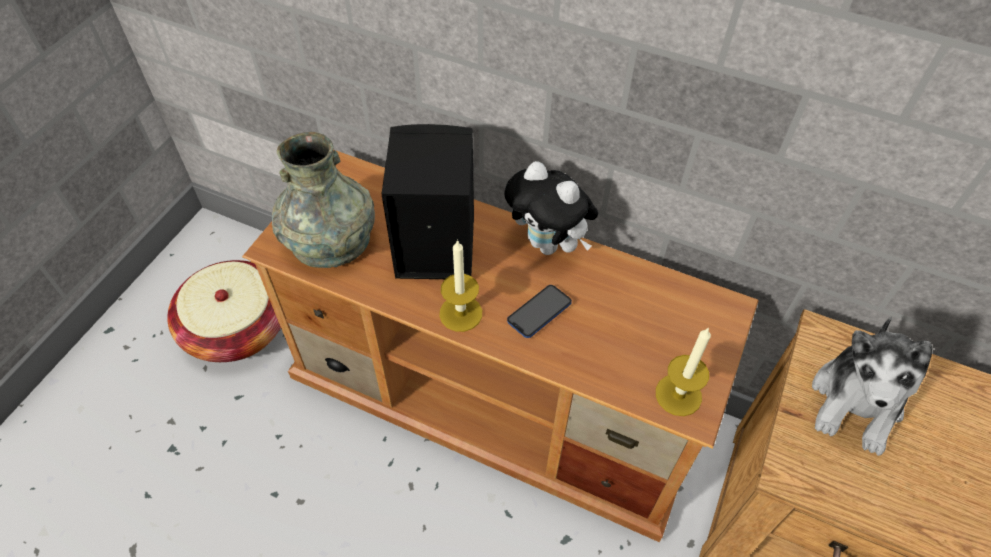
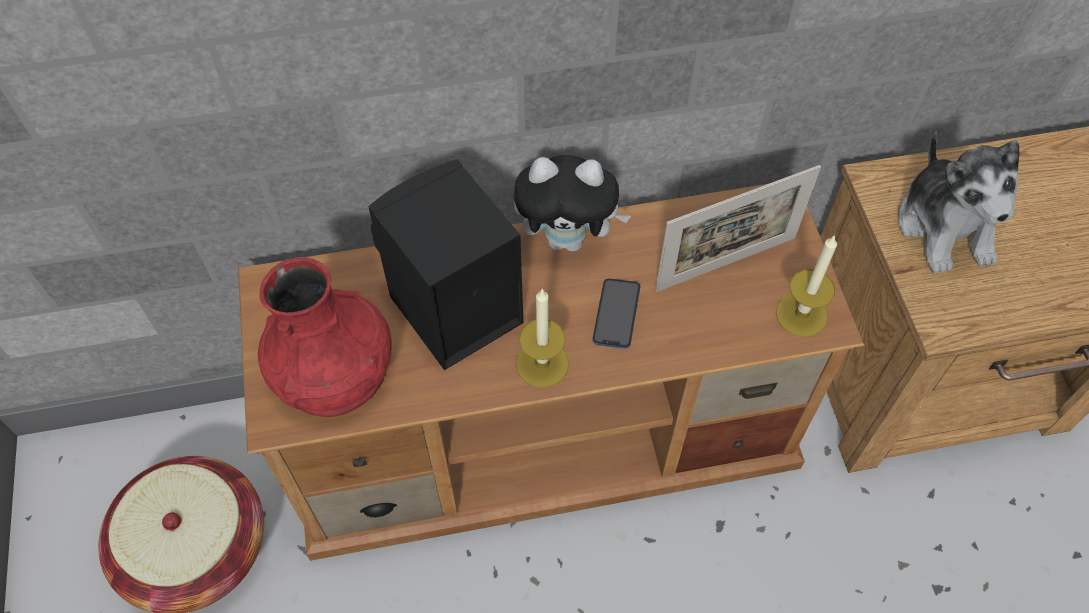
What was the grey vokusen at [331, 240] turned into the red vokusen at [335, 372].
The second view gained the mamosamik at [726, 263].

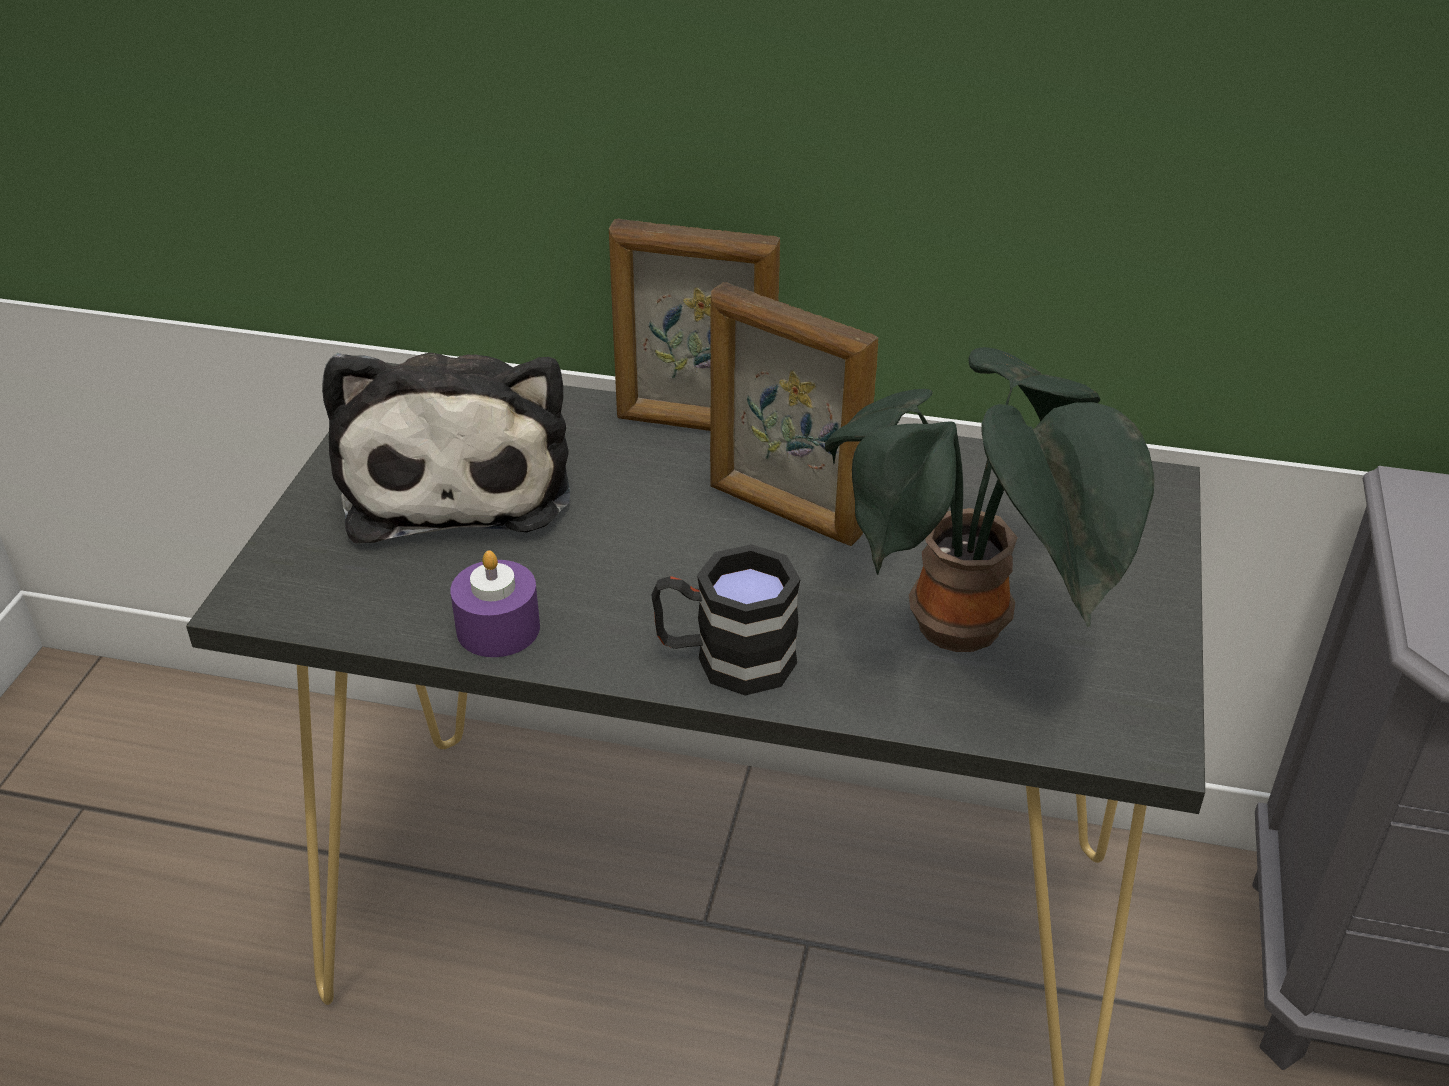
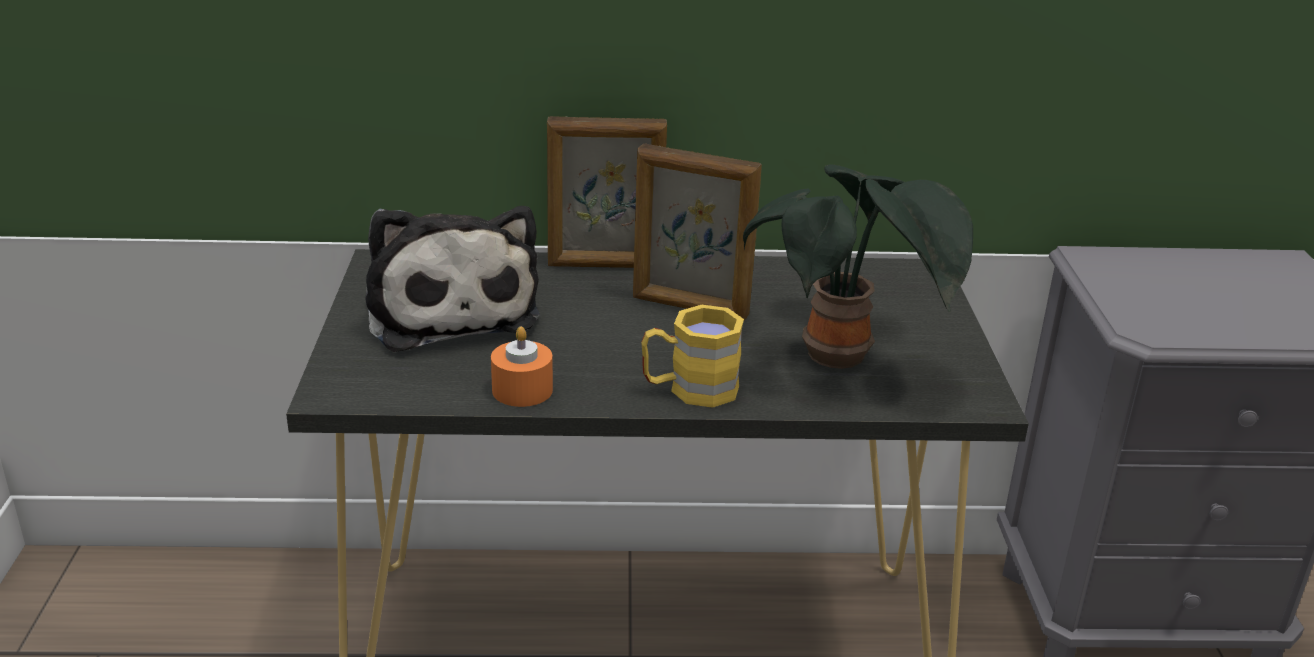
What was the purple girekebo at [498, 628] turned into the orange girekebo at [522, 390].
What was the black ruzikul at [725, 659] turned into the yellow ruzikul at [689, 389].

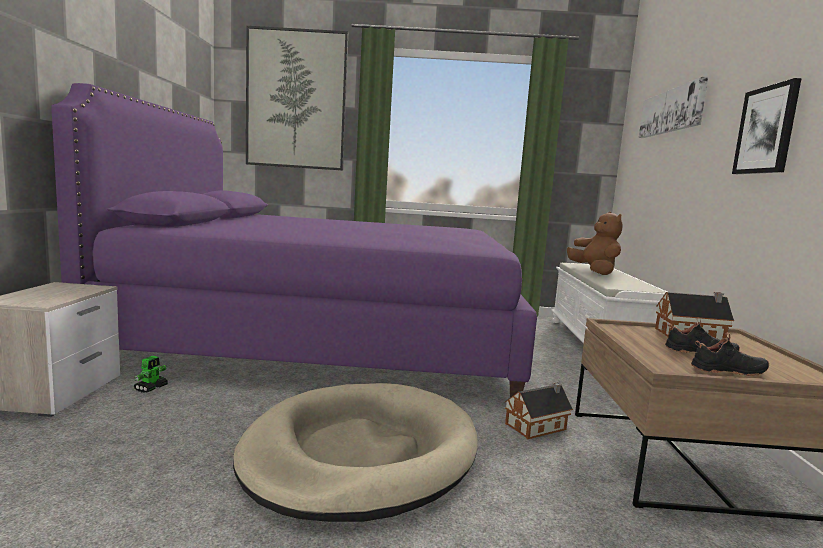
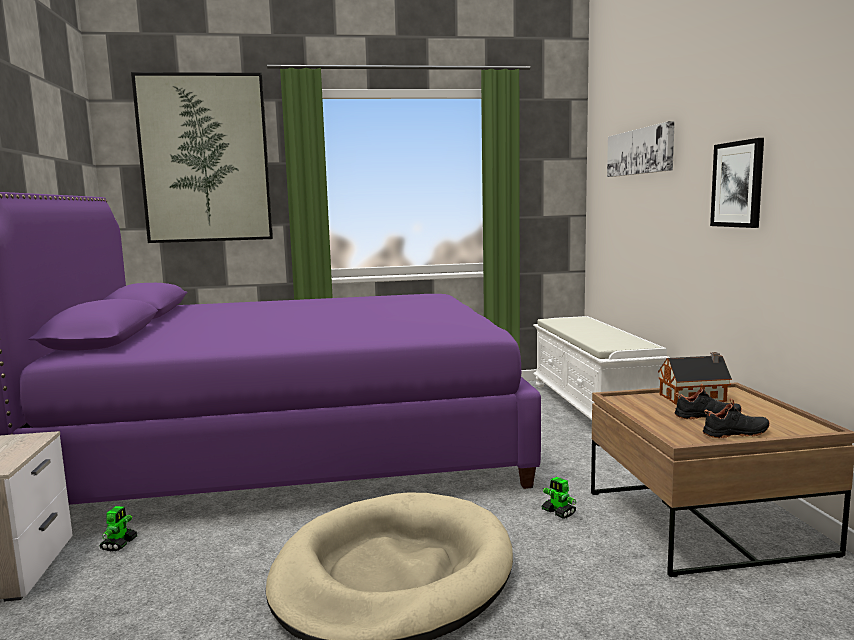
Where the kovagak stood at [538, 426], the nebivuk came to stand at [559, 512].
The second view lost the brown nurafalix at [594, 272].

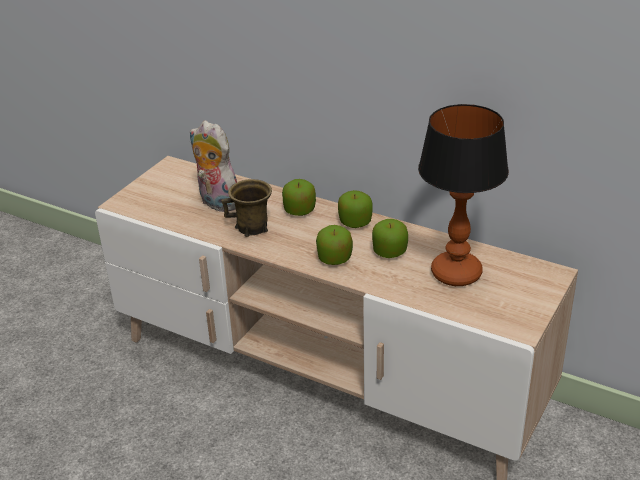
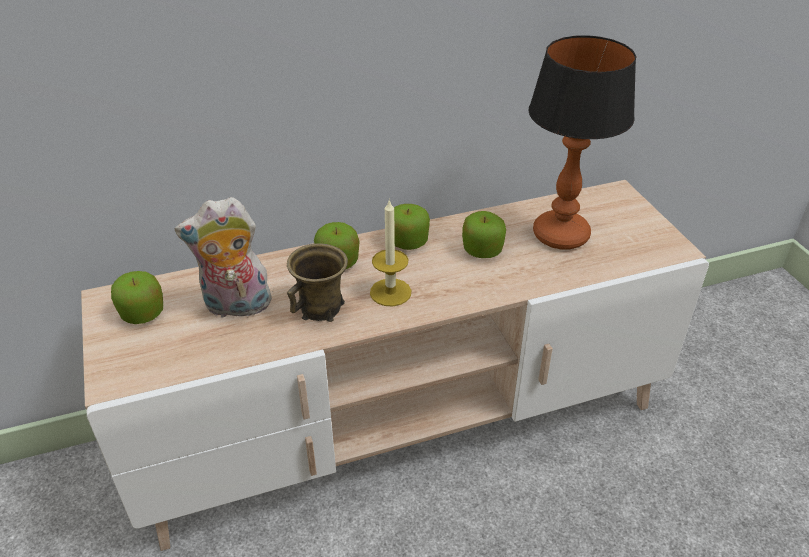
The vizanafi ended up elsewhere, having gone from [334, 258] to [142, 313].
The second view gained the girekebo at [390, 292].

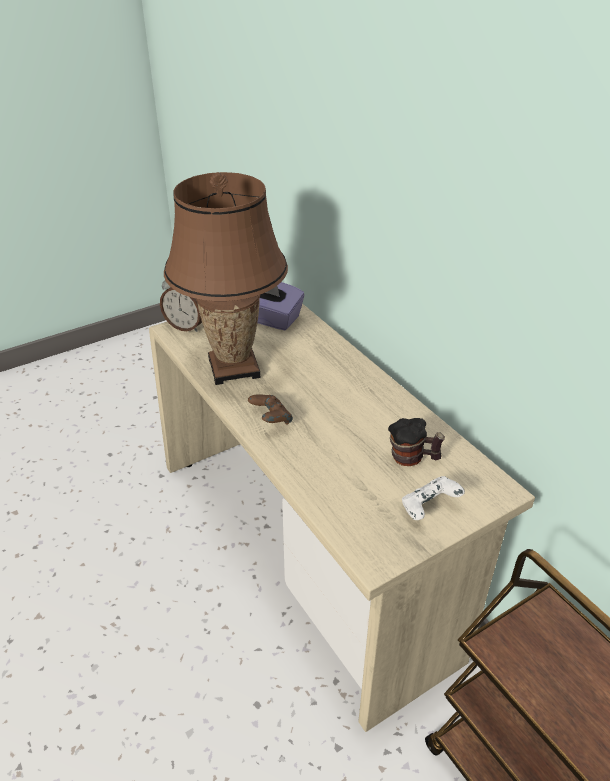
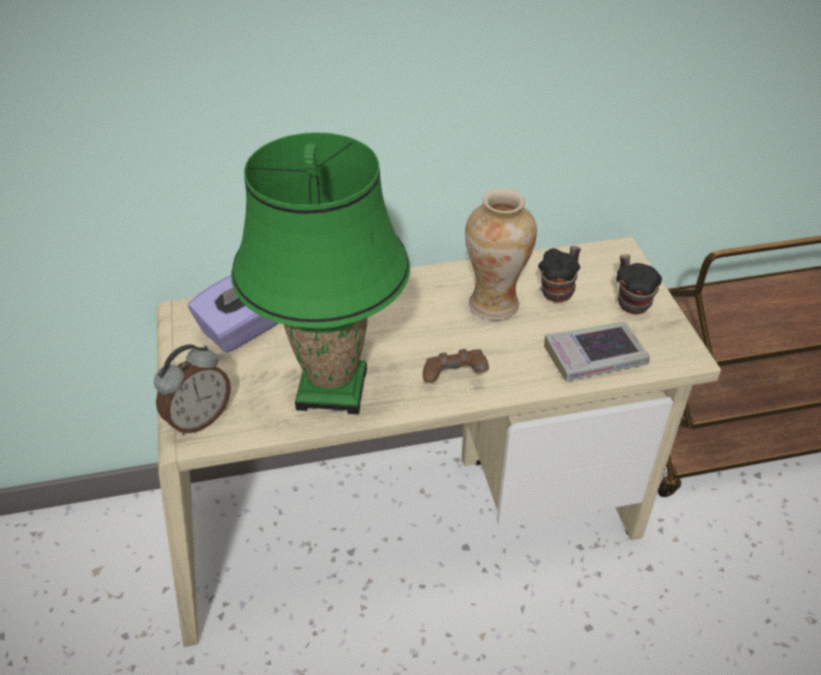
What was the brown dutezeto at [233, 368] turned into the green dutezeto at [332, 389].
Where the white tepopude stood at [429, 508], the ruzikul came to stand at [630, 301].
The second view gained the vokusen at [494, 304].
The second view gained the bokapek at [594, 357].

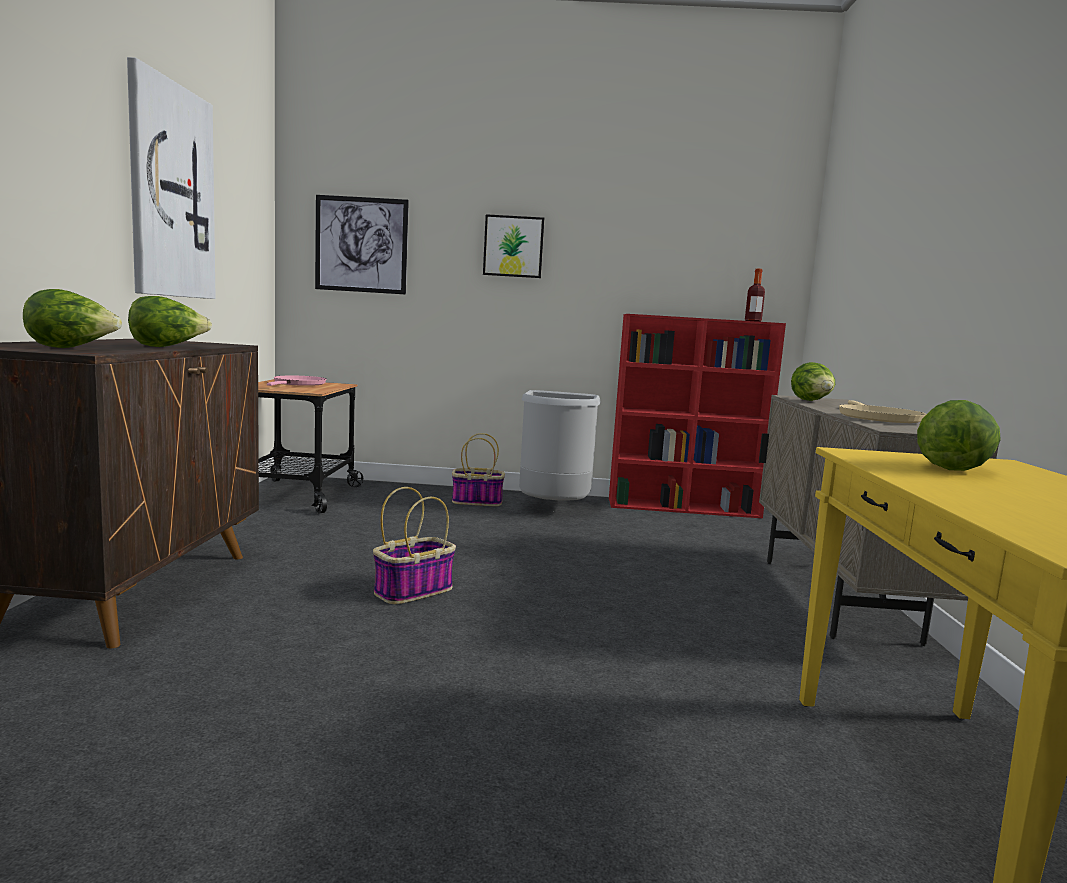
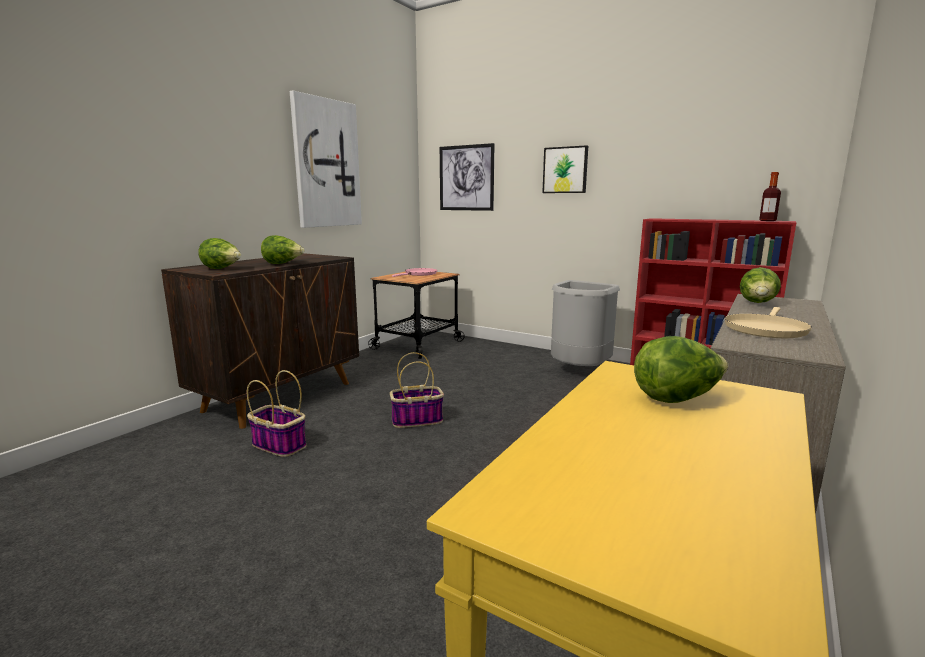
The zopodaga ended up elsewhere, having gone from [476, 502] to [278, 445].

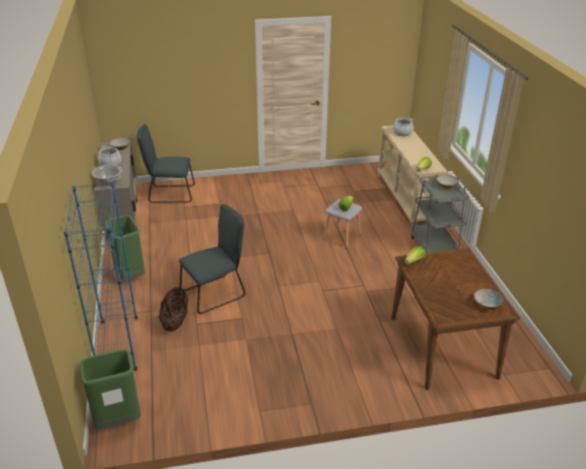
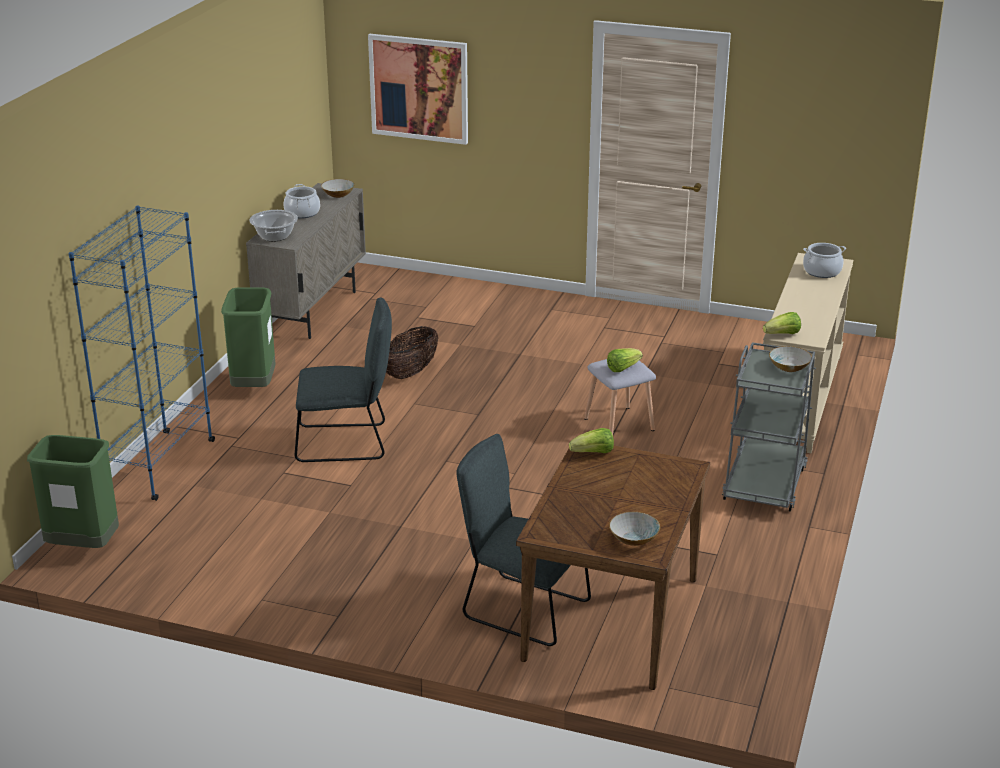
The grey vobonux ended up elsewhere, having gone from [169, 194] to [520, 608].
The zopodaga ended up elsewhere, having gone from [175, 321] to [411, 372].
The second view gained the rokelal at [419, 88].

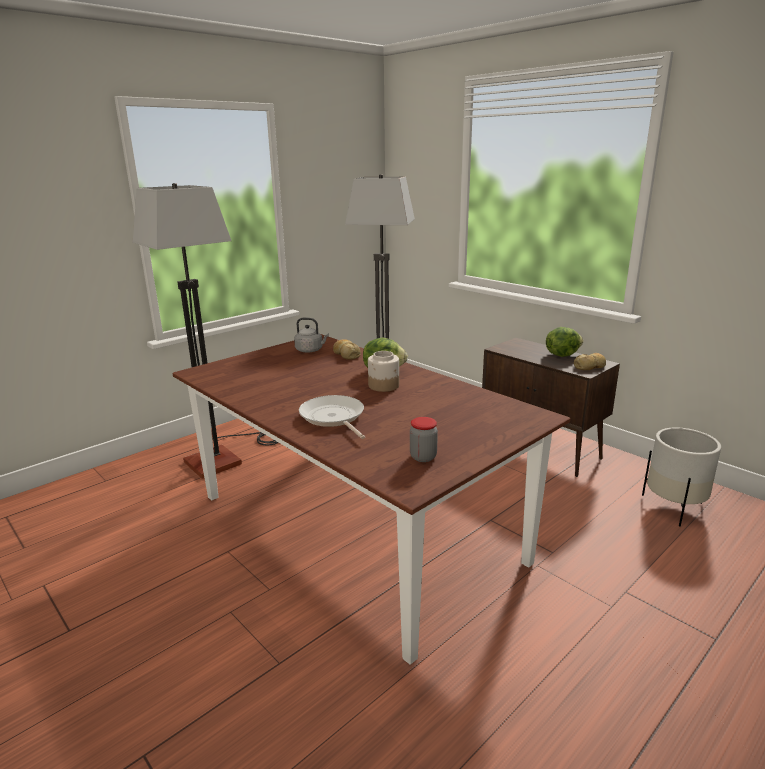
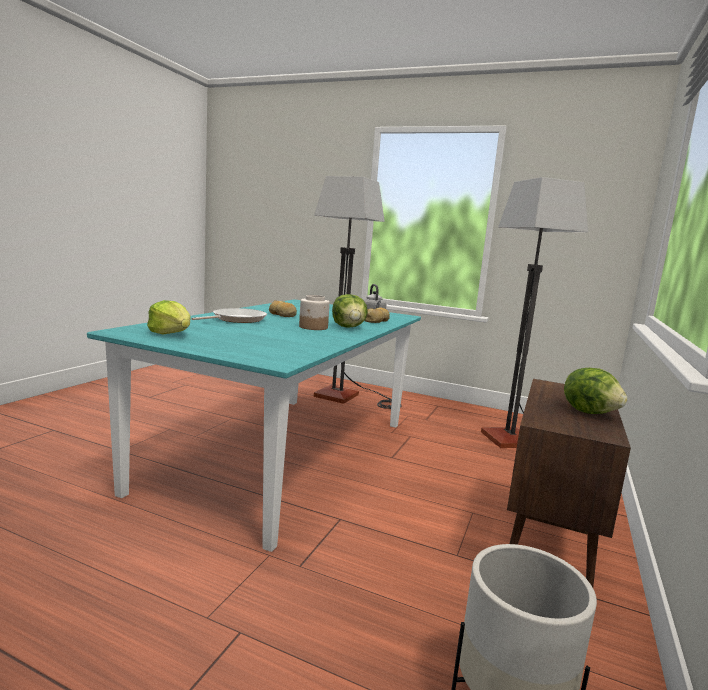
What was the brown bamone at [357, 527] turned into the turquoise bamone at [285, 454].
Where the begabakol stood at [423, 457], the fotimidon came to stand at [171, 333].
The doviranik ended up elsewhere, having gone from [590, 366] to [282, 314].

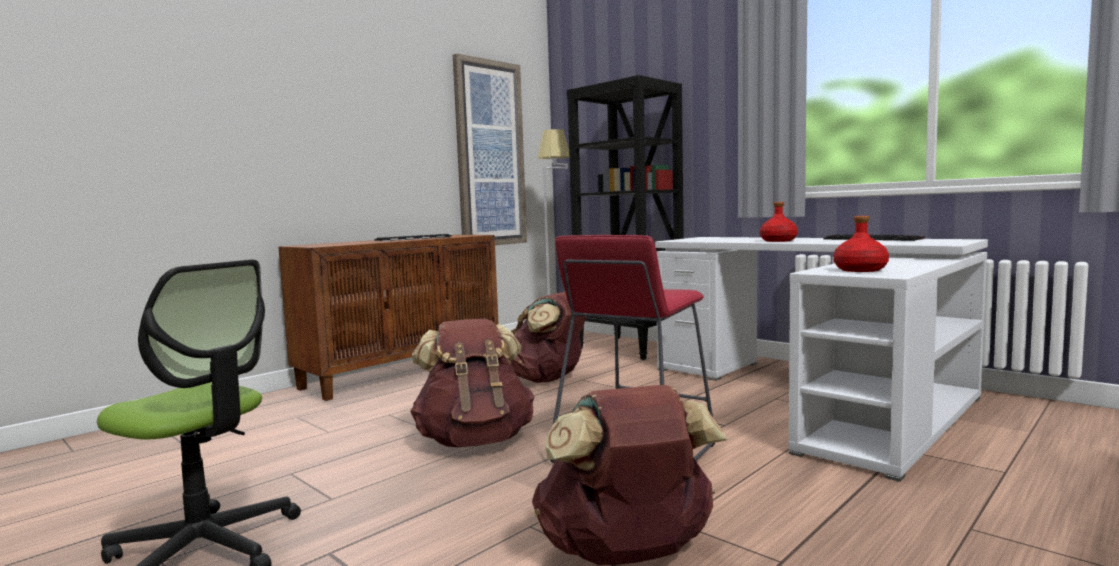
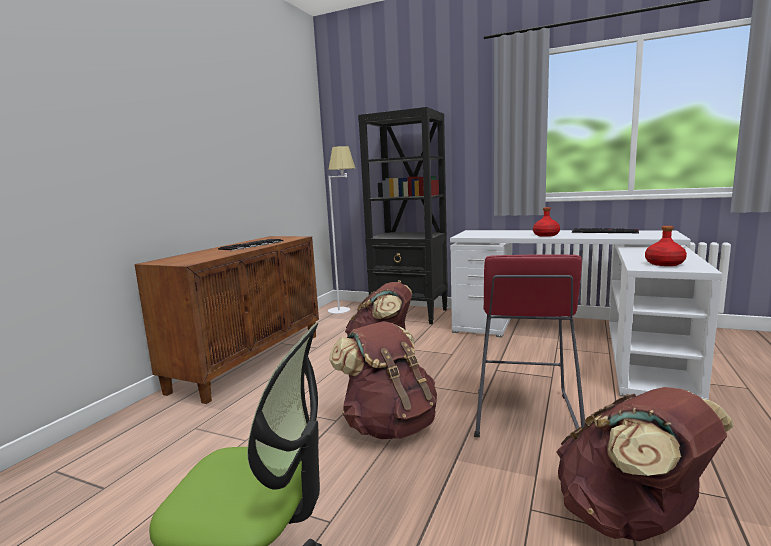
The second view lost the rokelal at [489, 154].

